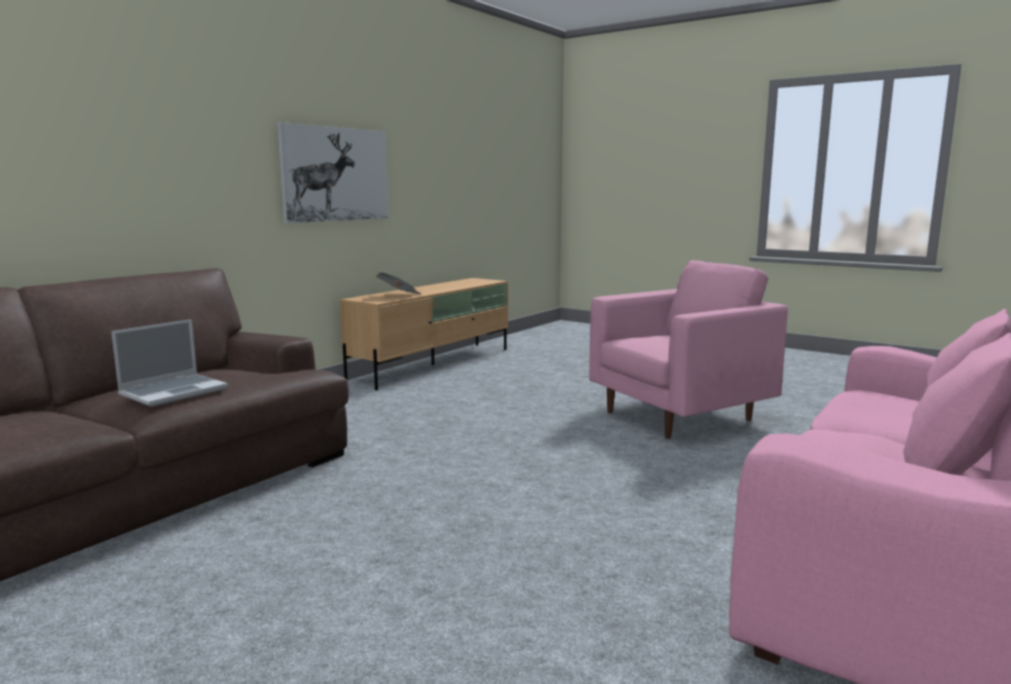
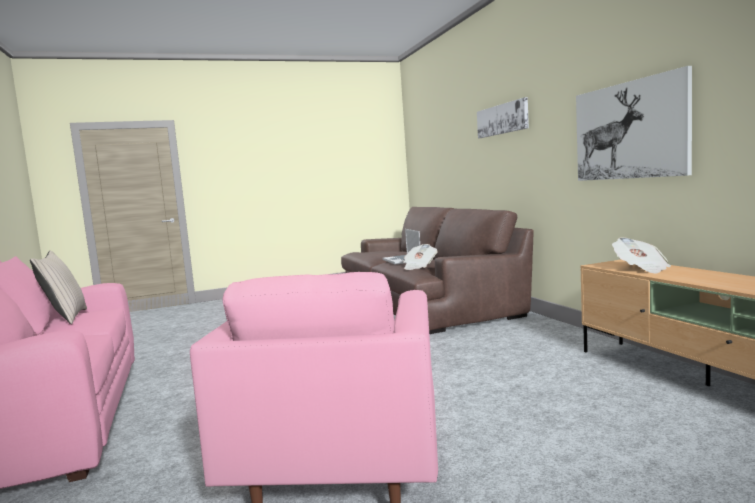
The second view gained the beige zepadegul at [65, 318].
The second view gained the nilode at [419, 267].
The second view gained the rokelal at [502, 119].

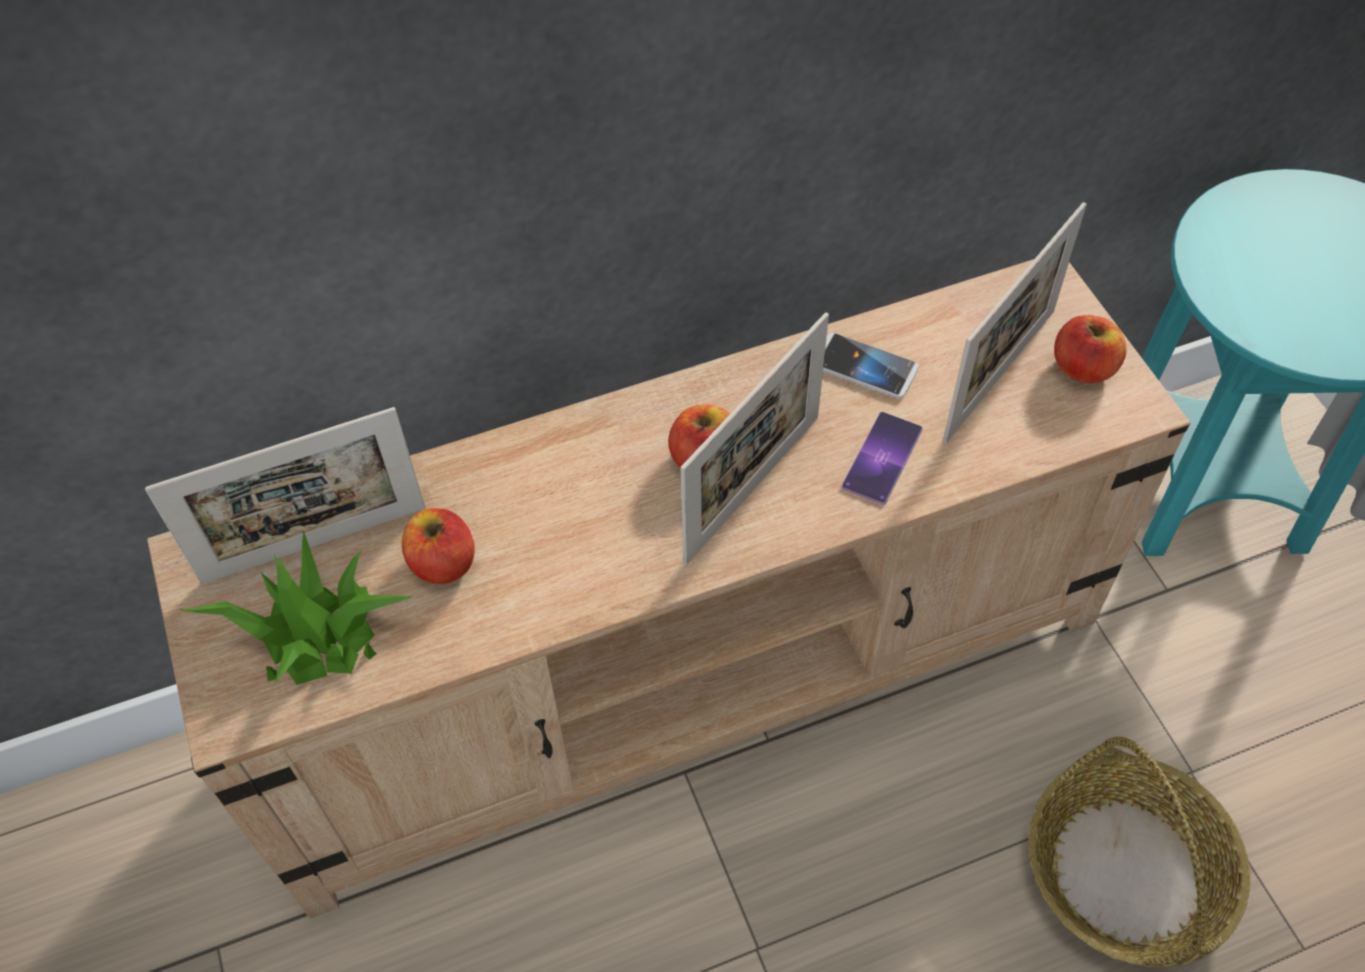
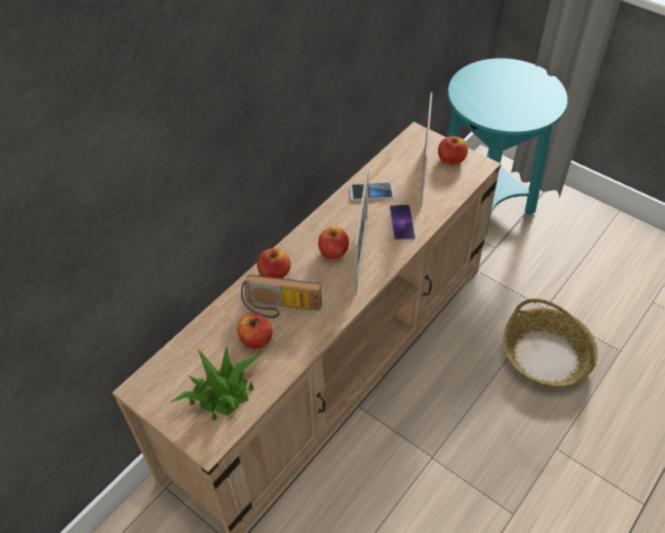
The second view lost the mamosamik at [315, 544].
The second view gained the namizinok at [281, 308].
The second view gained the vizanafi at [275, 273].

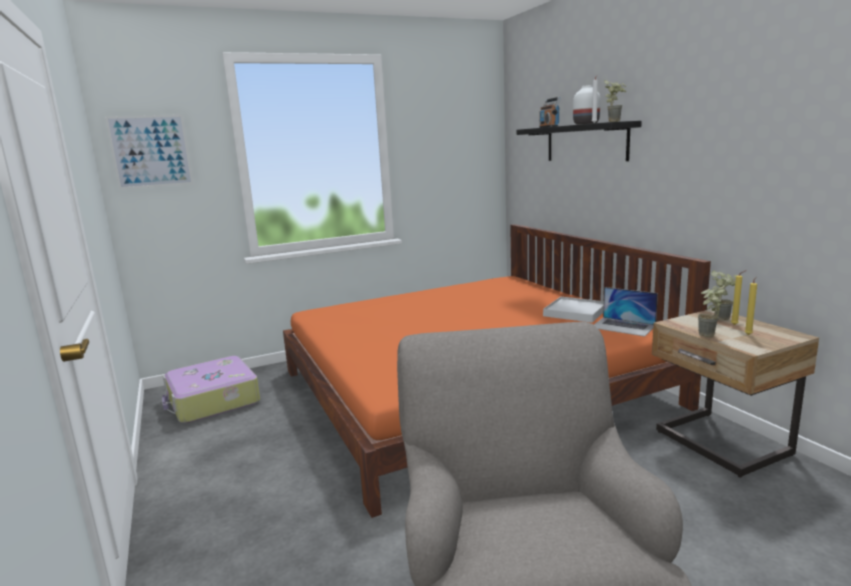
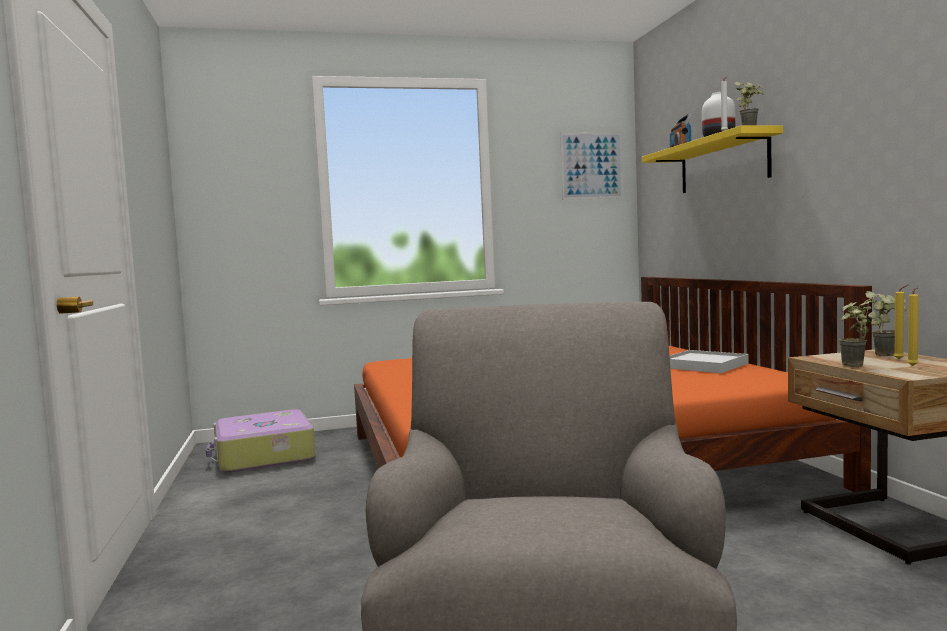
The rokelal ended up elsewhere, having gone from [151, 151] to [591, 166].
What was the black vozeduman at [585, 143] turned into the yellow vozeduman at [722, 164].
The second view lost the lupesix at [623, 326].

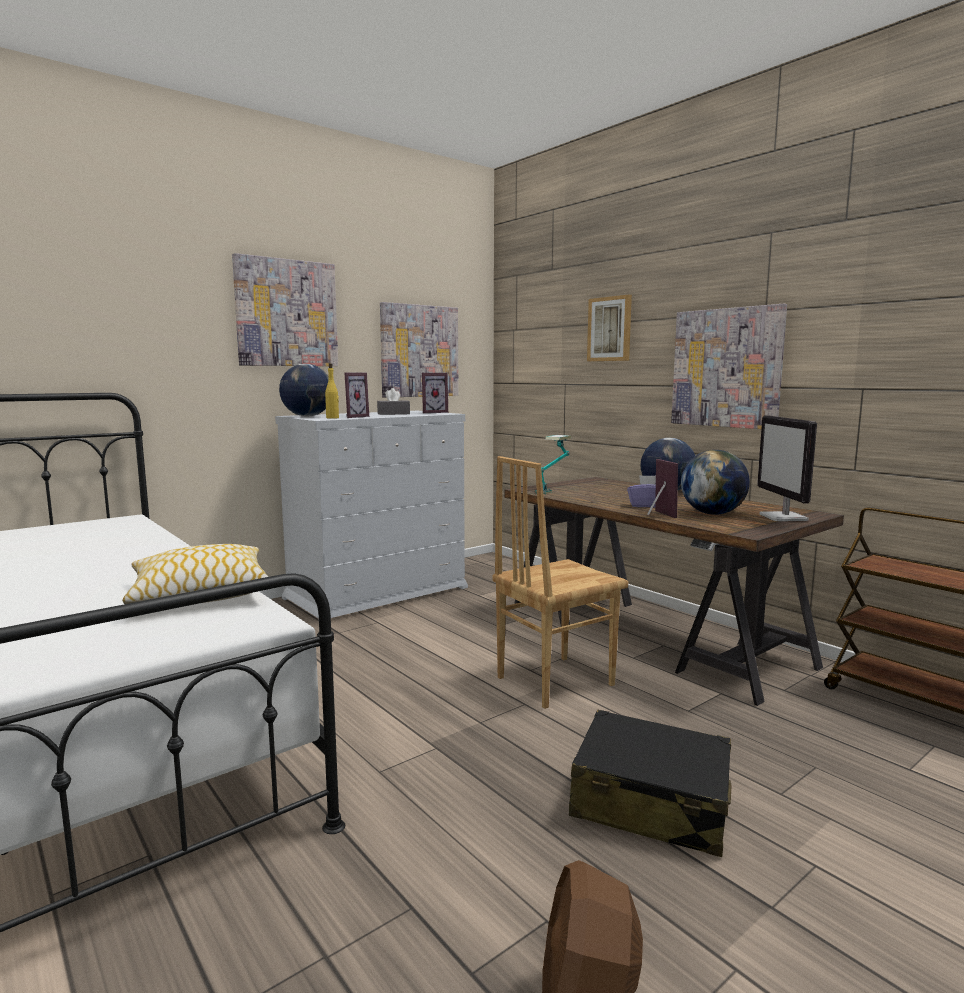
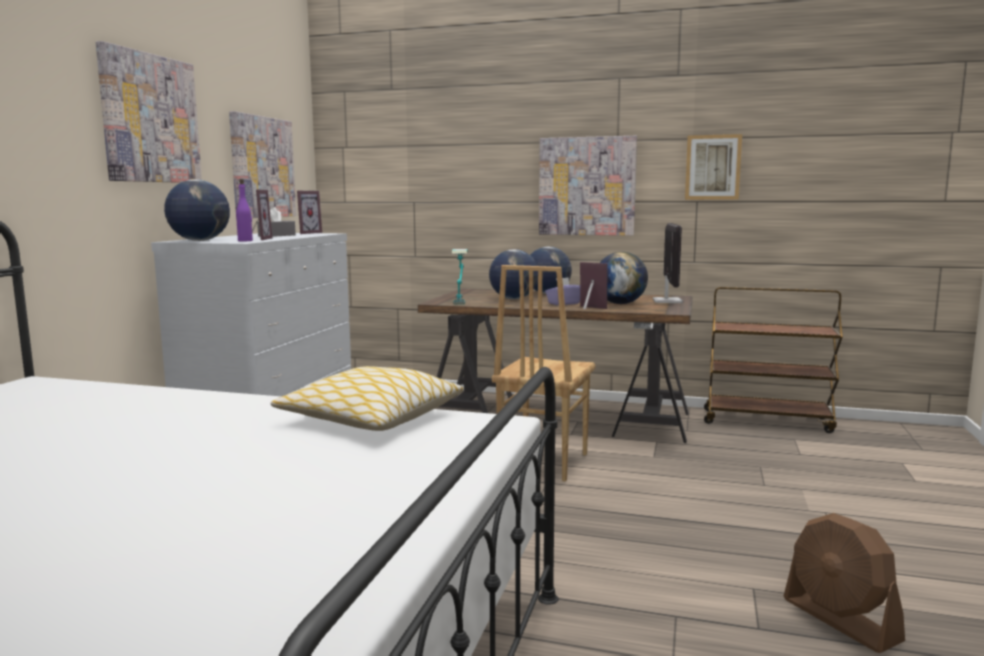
What was the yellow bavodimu at [332, 418] turned into the purple bavodimu at [245, 241].
The second view lost the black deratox at [650, 803].
The rokelal ended up elsewhere, having gone from [610, 329] to [713, 167].
The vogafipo at [784, 518] ended up facing another way, 135 degrees counterclockwise from before.
The second view gained the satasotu at [514, 299].

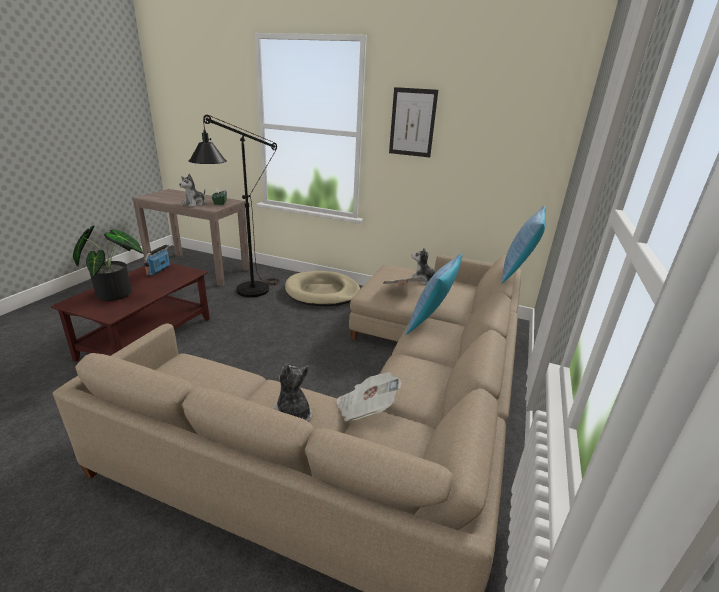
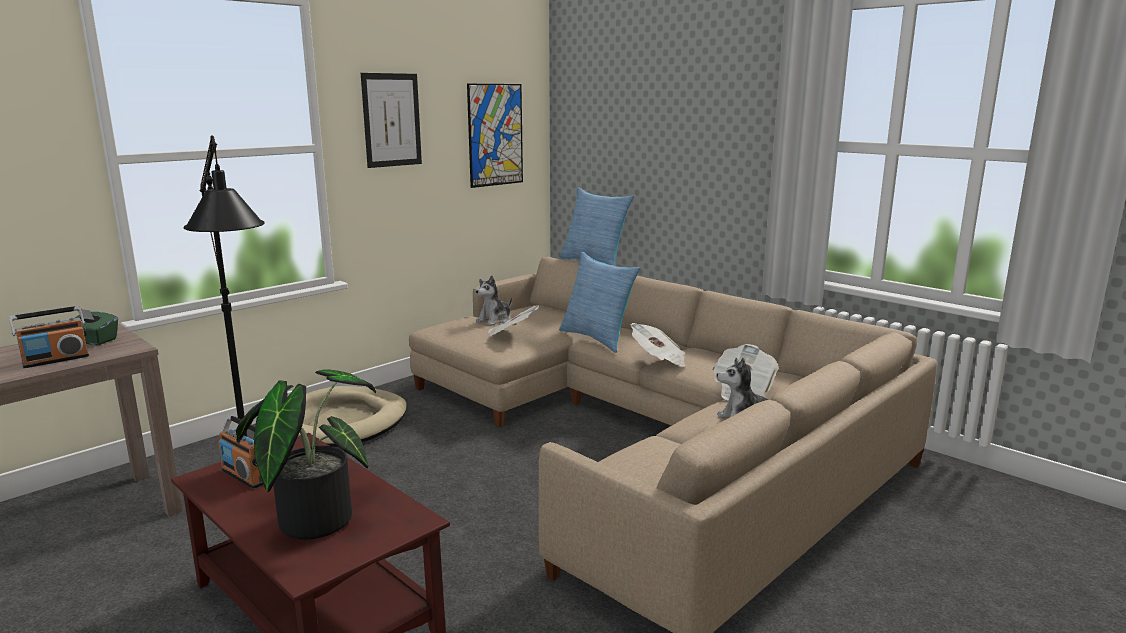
Where the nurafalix stood at [194, 204], the namizinok came to stand at [56, 360].
The second view gained the rokelal at [495, 135].
The second view gained the nilode at [658, 360].

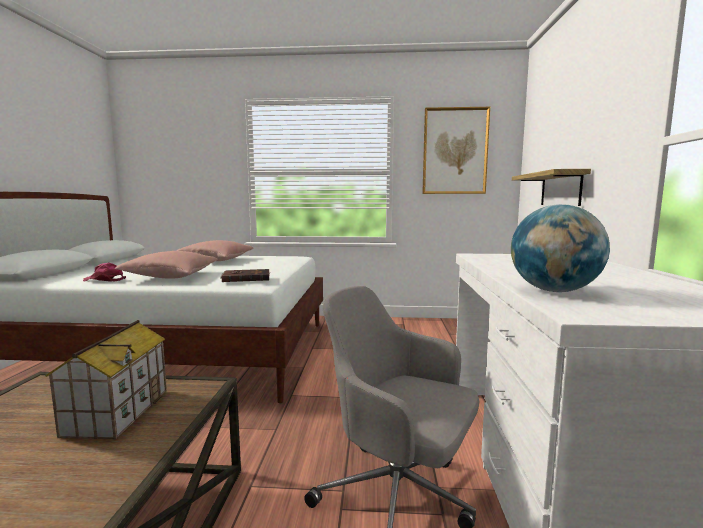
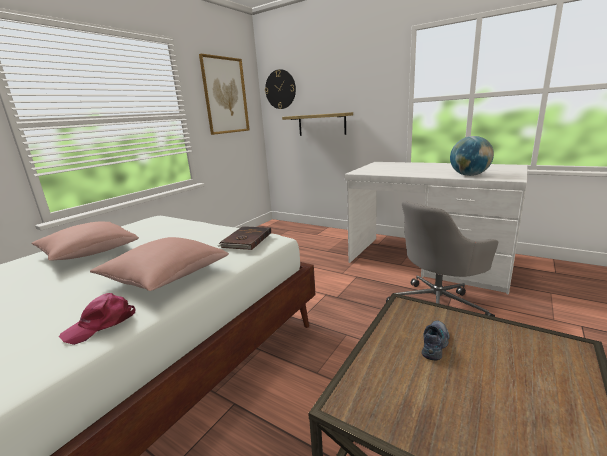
Where the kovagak stood at [117, 411], the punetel came to stand at [435, 344].
The second view gained the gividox at [280, 89].

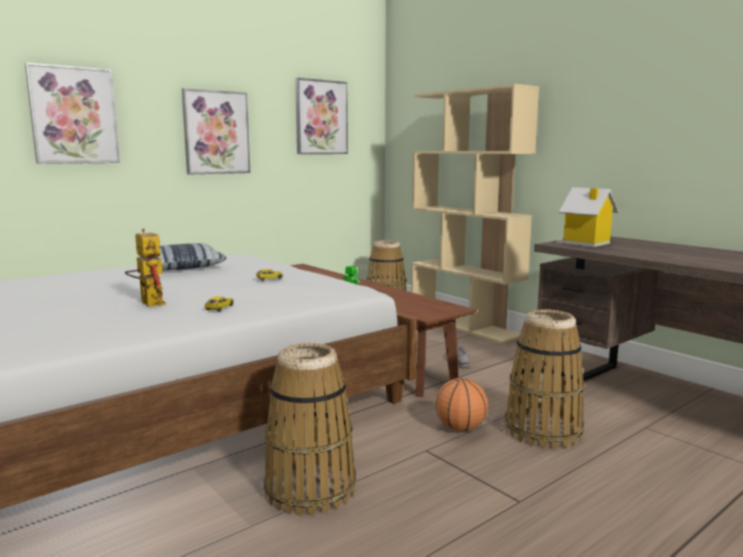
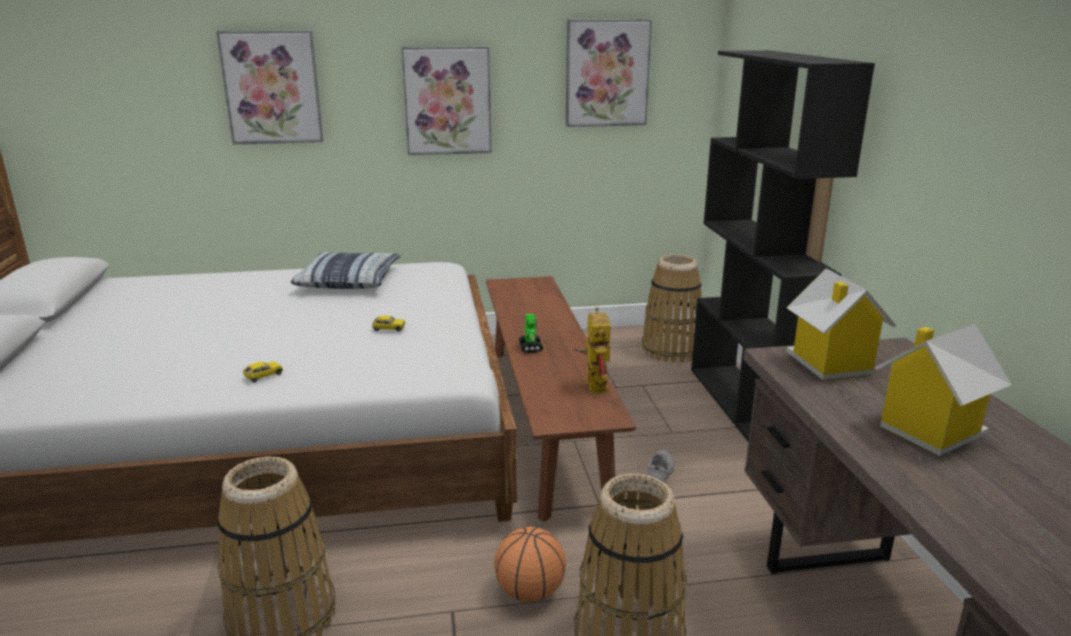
The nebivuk ended up elsewhere, having gone from [148, 302] to [593, 384].
What was the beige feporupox at [465, 325] turned into the black feporupox at [747, 407].
The second view gained the kovagak at [929, 430].

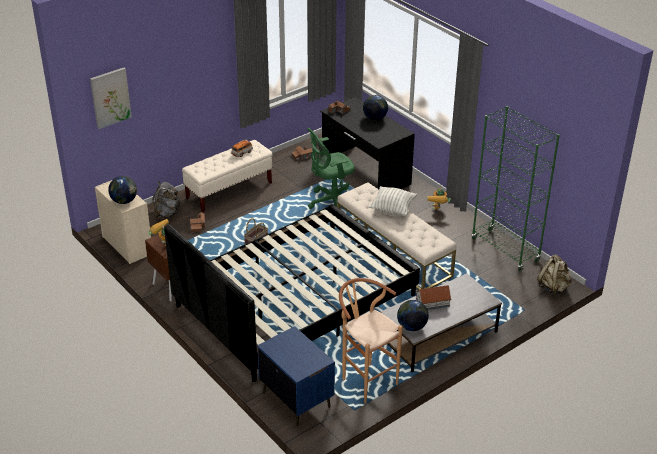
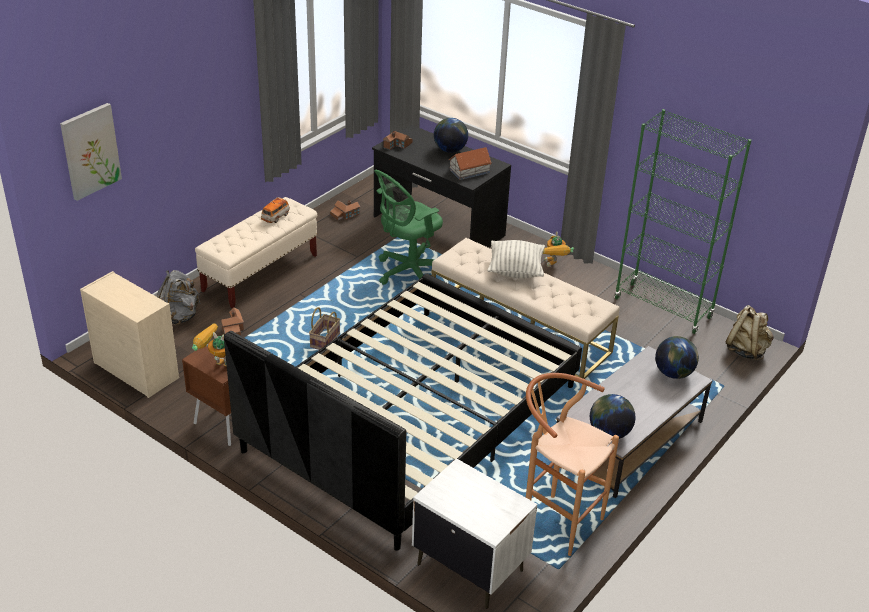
The satasotu ended up elsewhere, having gone from [124, 201] to [673, 373].
What was the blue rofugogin at [296, 399] turned into the white rofugogin at [469, 567].
The kovagak ended up elsewhere, having gone from [433, 302] to [470, 171].

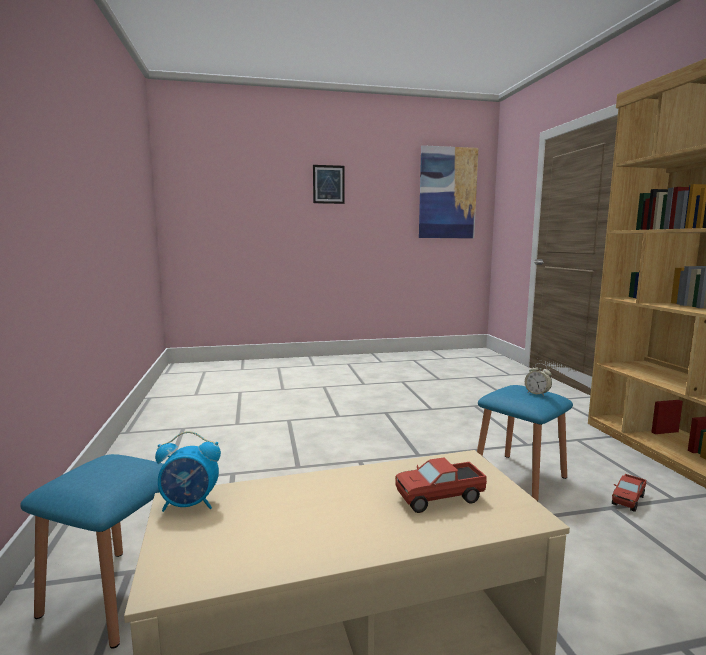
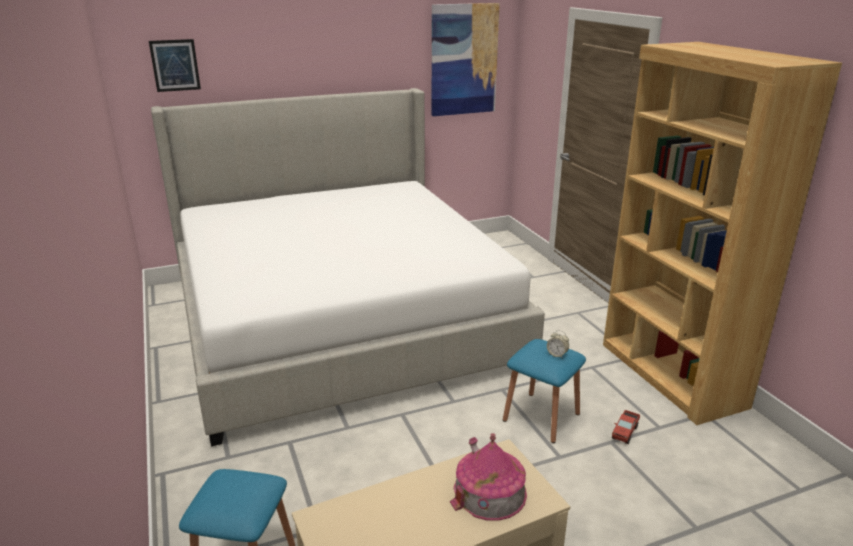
The second view lost the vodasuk at [190, 505].
The rokelal ended up elsewhere, having gone from [328, 184] to [175, 65].
Where the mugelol stood at [440, 498], the kovagak came to stand at [489, 492].
The second view gained the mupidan at [340, 320].

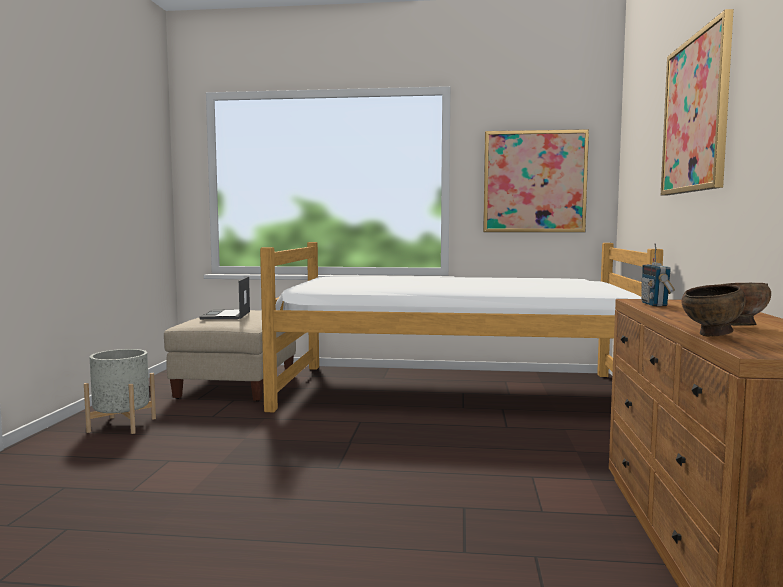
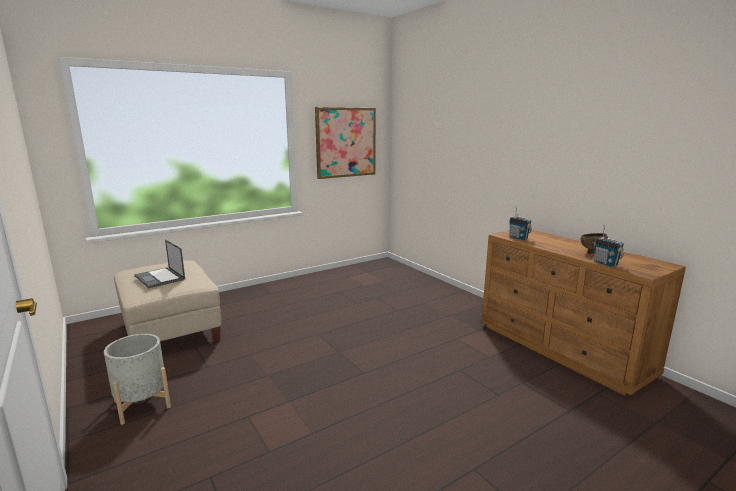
The second view lost the mupidan at [454, 391].
The second view lost the rokelal at [695, 114].
Where the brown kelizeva stood at [712, 335], the namizinok came to stand at [605, 264].

